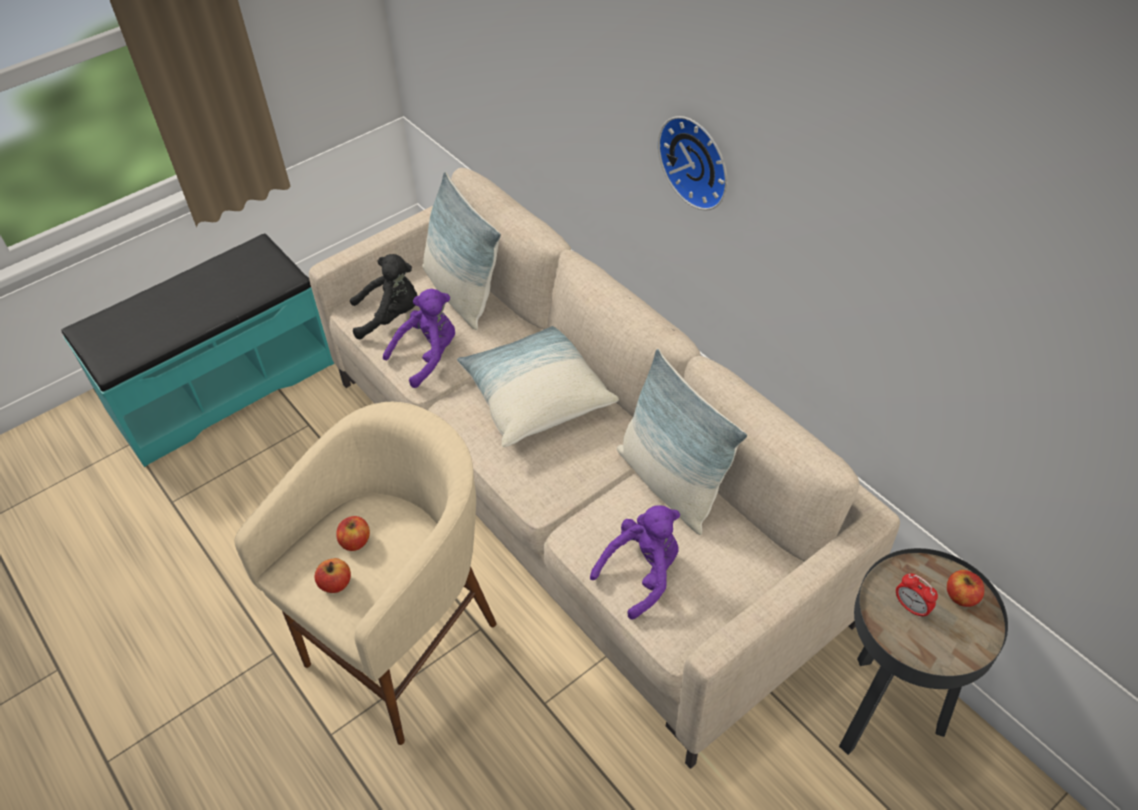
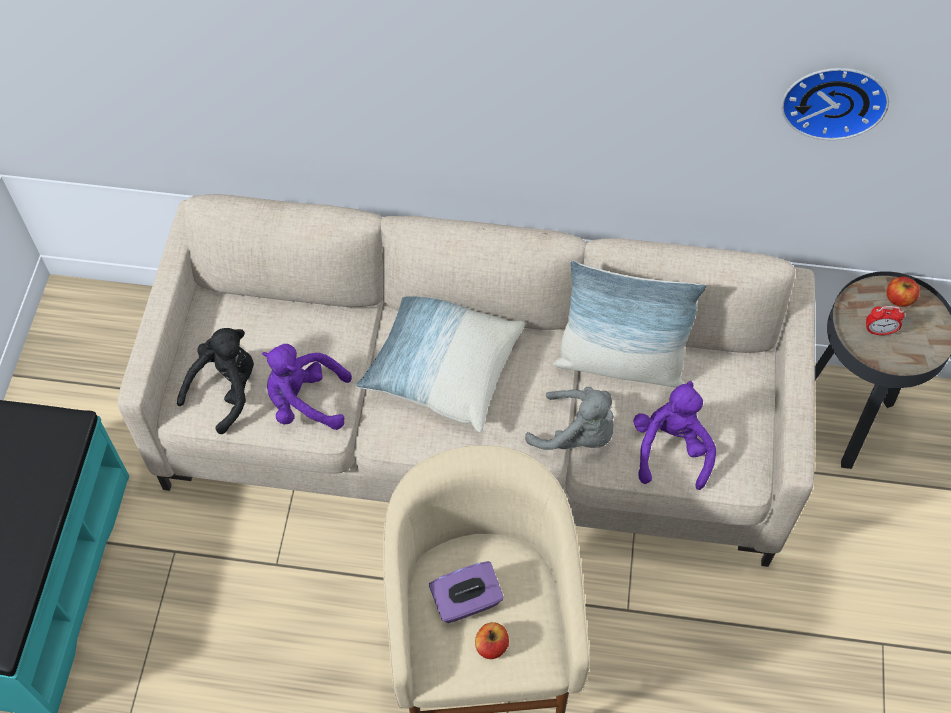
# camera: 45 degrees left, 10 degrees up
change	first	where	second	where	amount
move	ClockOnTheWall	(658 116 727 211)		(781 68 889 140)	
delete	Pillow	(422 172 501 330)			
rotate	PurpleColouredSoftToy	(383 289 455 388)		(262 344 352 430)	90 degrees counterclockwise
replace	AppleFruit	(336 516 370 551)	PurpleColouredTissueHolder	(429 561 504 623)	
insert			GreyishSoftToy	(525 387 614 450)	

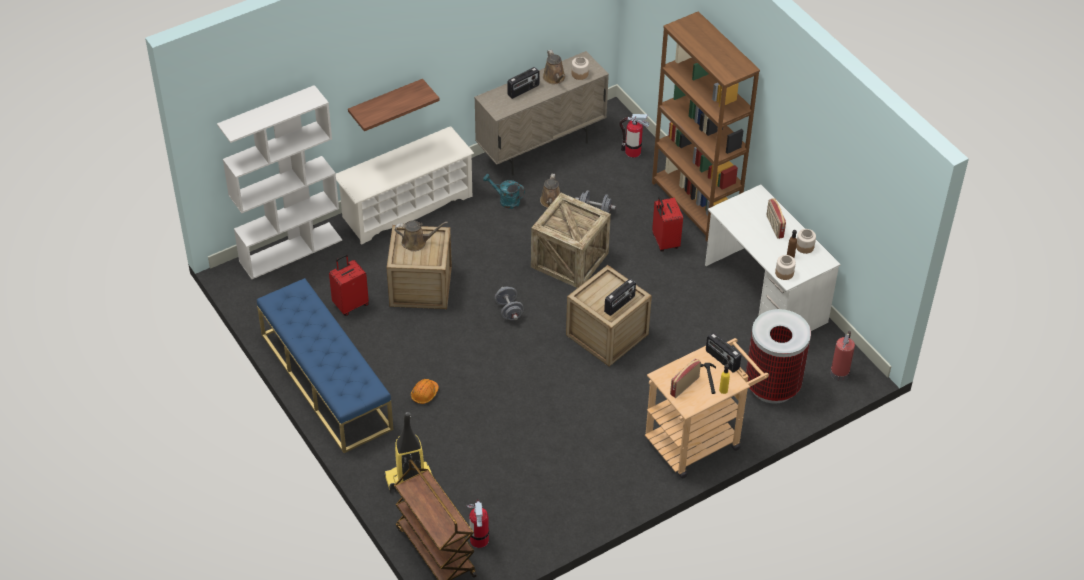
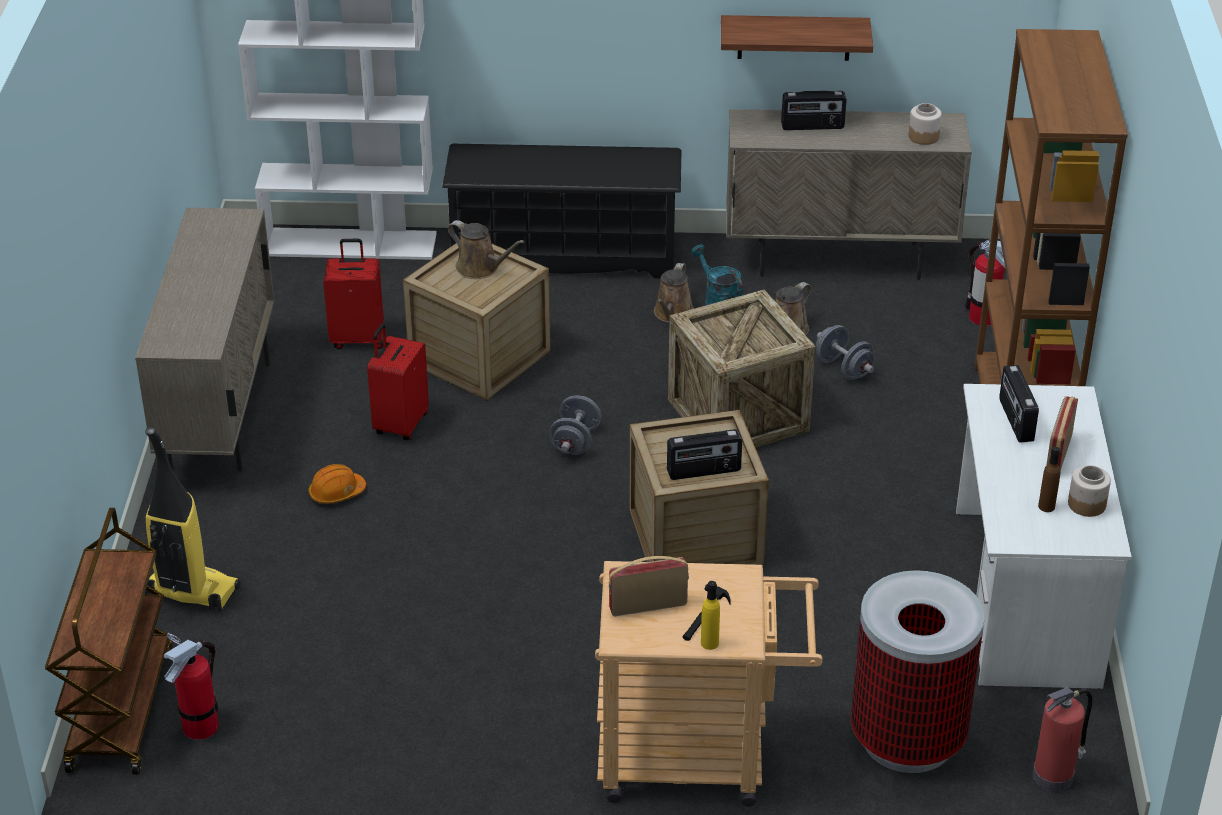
# camera: 35 degrees right, 10 degrees down
change	first	where	second	where	amount
move	BrownishSprinklingCan	(543 50 565 84)		(654 263 694 323)	
move	Shelf	(348 79 440 131)		(721 15 873 61)	
recolor	WhitishShoeShelf	(336 126 474 245)	BlackShoeShelf	(442 144 682 278)	
move	RedTravelCase	(652 197 683 252)		(367 324 429 440)	
delete	StorageJar	(775 255 796 280)			
replace	BlueColouredLongSeat	(257 278 393 453)	BeigeStorageCabinet	(135 208 274 472)	
move	RadioSet	(706 332 741 373)		(999 365 1039 443)	

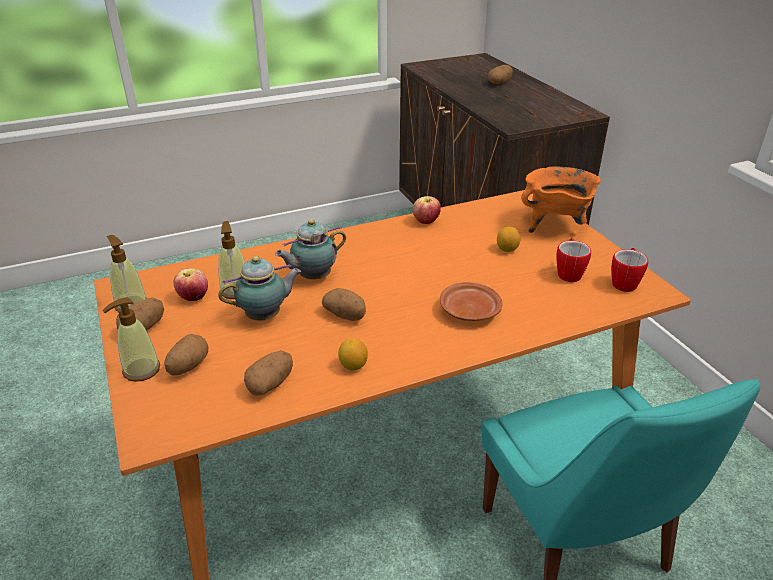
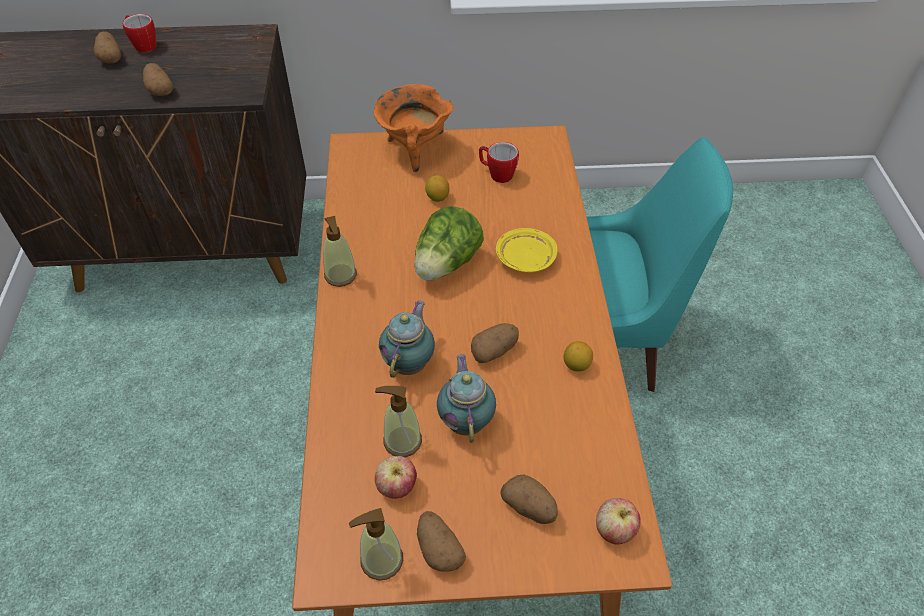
# camera: 70 degrees left, 15 degrees up
change	first	where	second	where	amount
move	AppleFruit	(413 196 441 224)		(596 498 641 545)	
rotate	TeaPot	(275 219 346 279)		(379 301 435 378)	150 degrees counterclockwise
move	CoffeeMug	(612 248 648 292)		(123 14 156 53)	
recolor	BrownishDinnerPlate	(440 282 503 321)	YellowishDinnerPlate	(496 228 558 273)	
move	LiquidSoapBottle	(102 297 160 382)		(323 216 357 287)	
move	WholePotato	(244 350 293 396)		(143 63 173 96)	
insert			Lettuce	(414 206 484 281)	

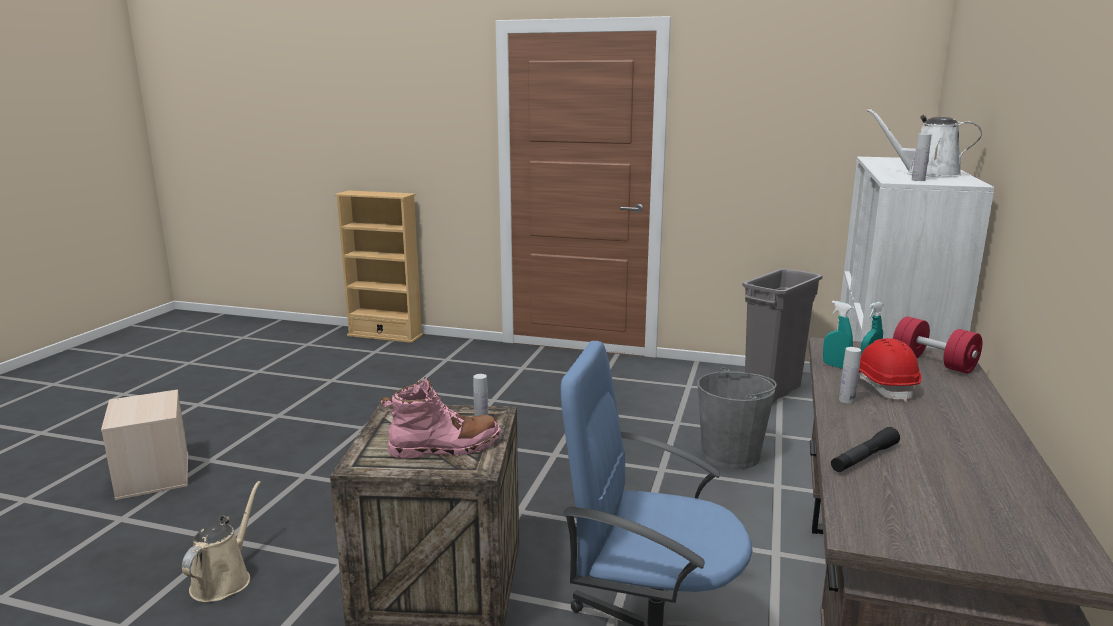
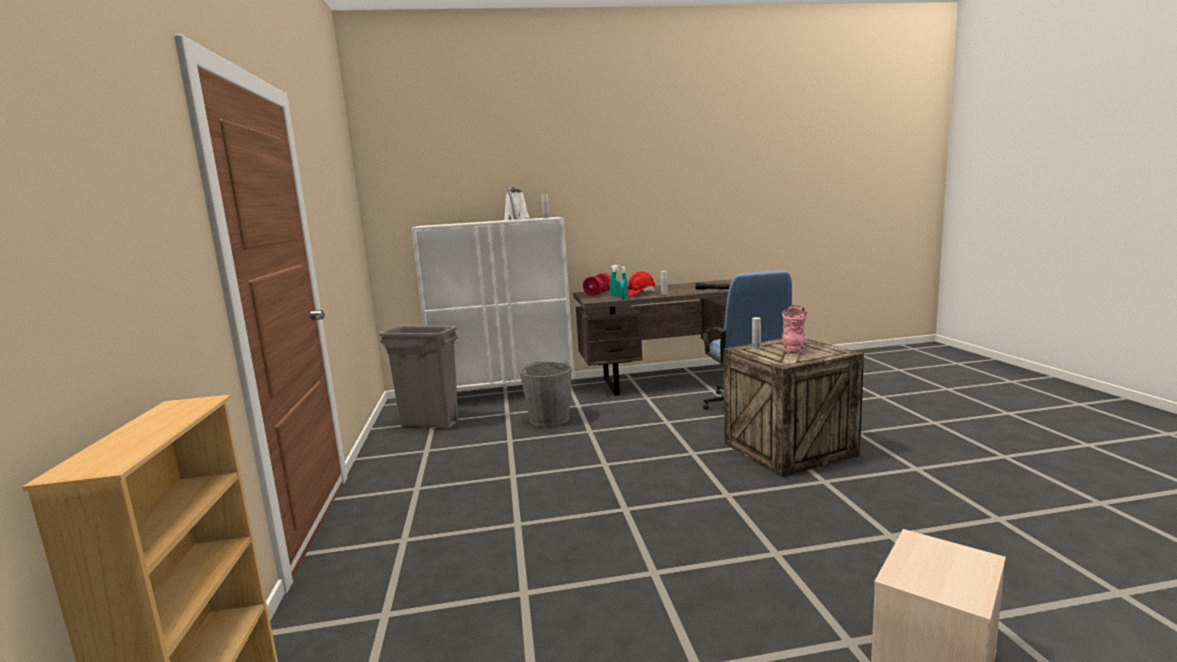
# camera: 115 degrees left, 5 degrees down
change	first	where	second	where	amount
rotate	PinkishHighTopBoot	(381 377 501 459)		(782 306 807 353)	60 degrees clockwise
delete	BeigeSprinklingCan	(182 481 261 602)			

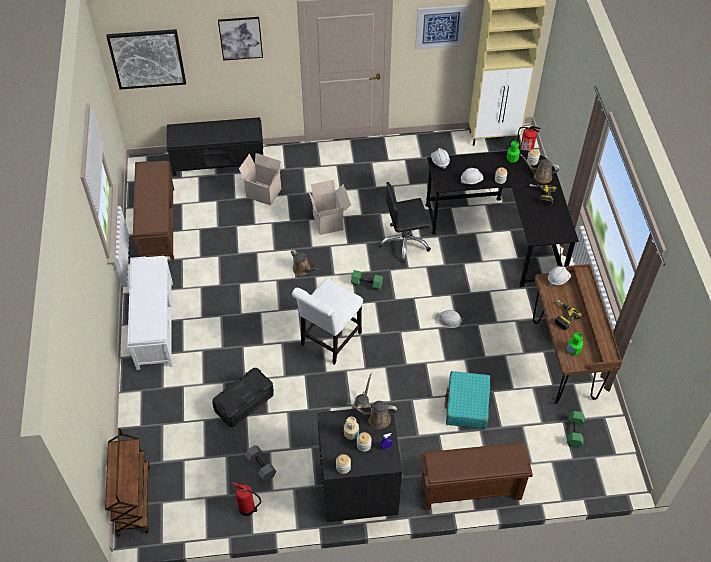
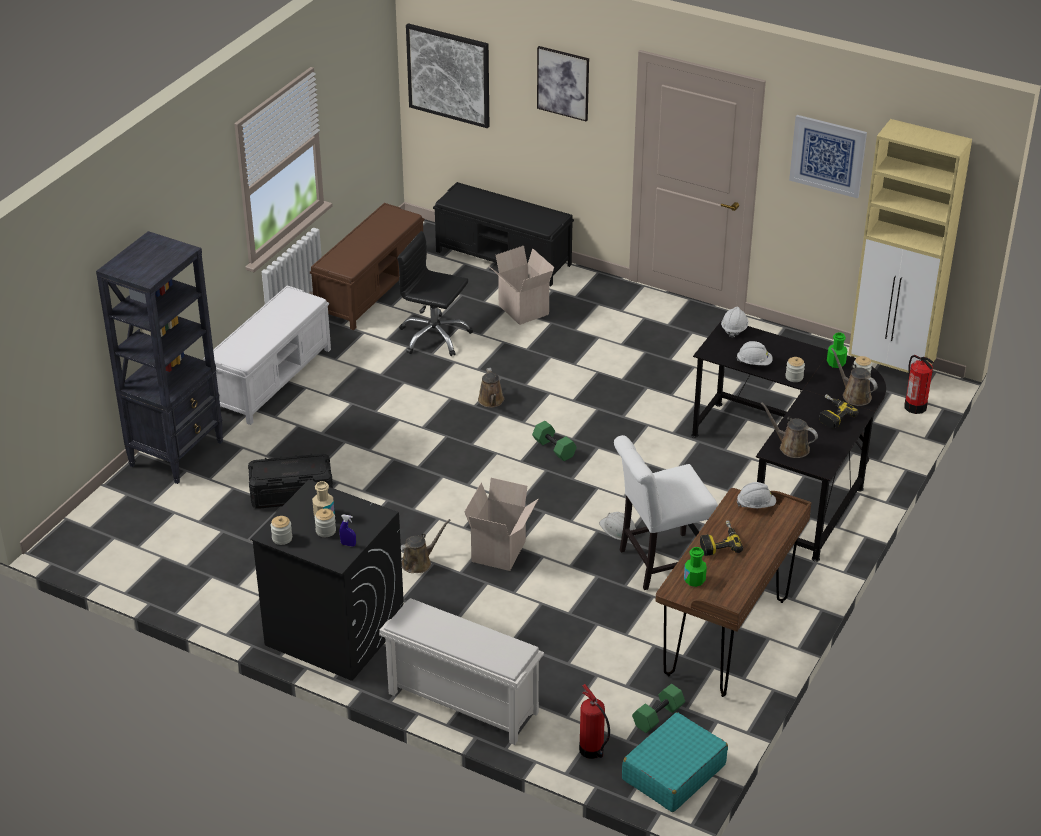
# camera: 35 degrees right, 15 degrees down
change	first	where	second	where	amount
move	Carton	(308 180 351 235)		(464 478 538 571)	
move	BlackDeskChair	(379 182 431 263)		(397 231 473 356)	
move	WhitishPlainChair	(292 278 363 365)		(614 435 718 590)	
move	BlueGreenTravelCase	(445 371 490 429)		(622 712 728 812)	
move	BrownishSprinklingCan	(347 401 397 429)		(761 402 818 458)	
delete	BrownishCart	(105 428 150 537)			
recolor	BrownishShoeShelf	(420 442 533 510)	WhitishShoeShelf	(379 598 544 745)	
delete	GreyishDumbbell	(245 445 276 481)			
move	FireFightingCylinder	(232 482 261 516)		(579 684 610 759)	
insert			BlackBookshelf	(96 231 223 484)	

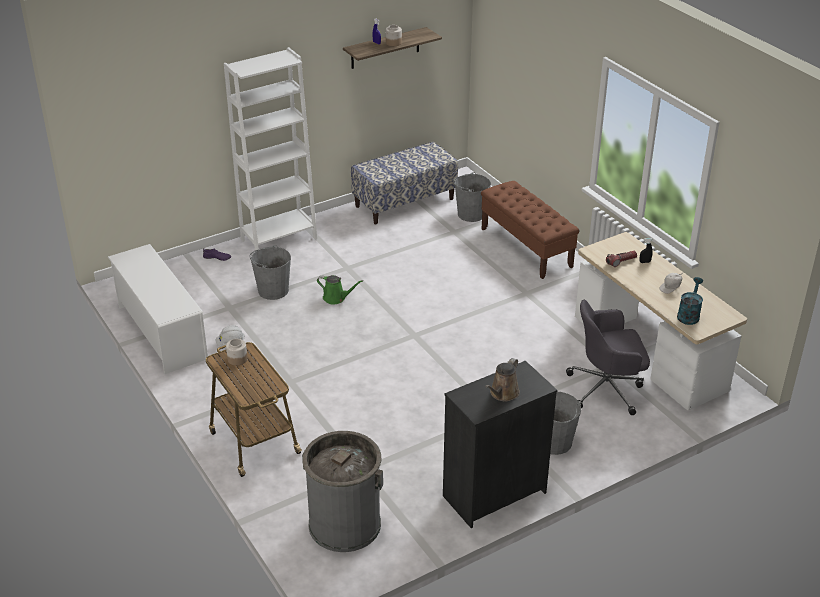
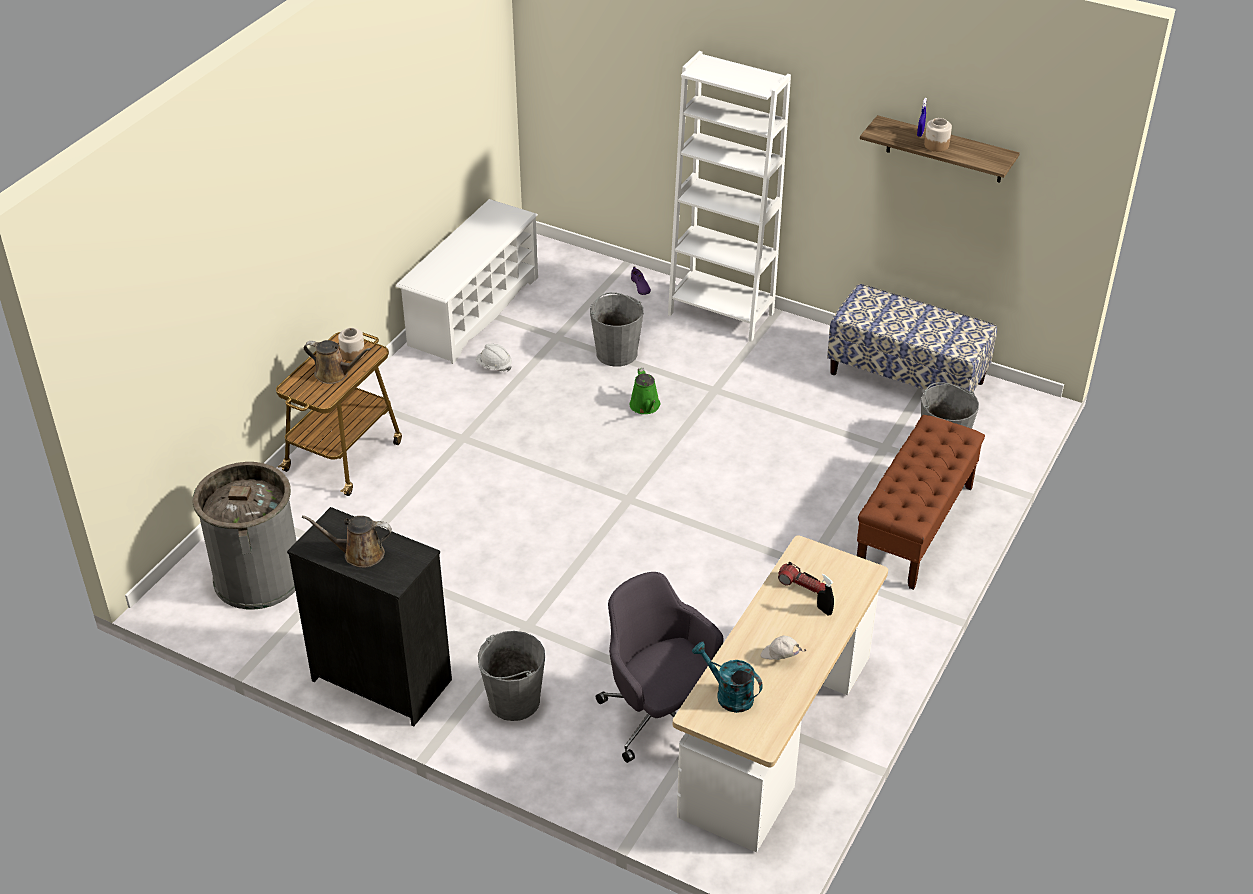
# camera: 60 degrees right, 5 degrees up
change	first	where	second	where	amount
rotate	BlueGreenSprinklingCan	(677 277 703 325)		(692 642 763 713)	135 degrees counterclockwise
insert			BrownishSprinklingCan	(304 340 371 384)	

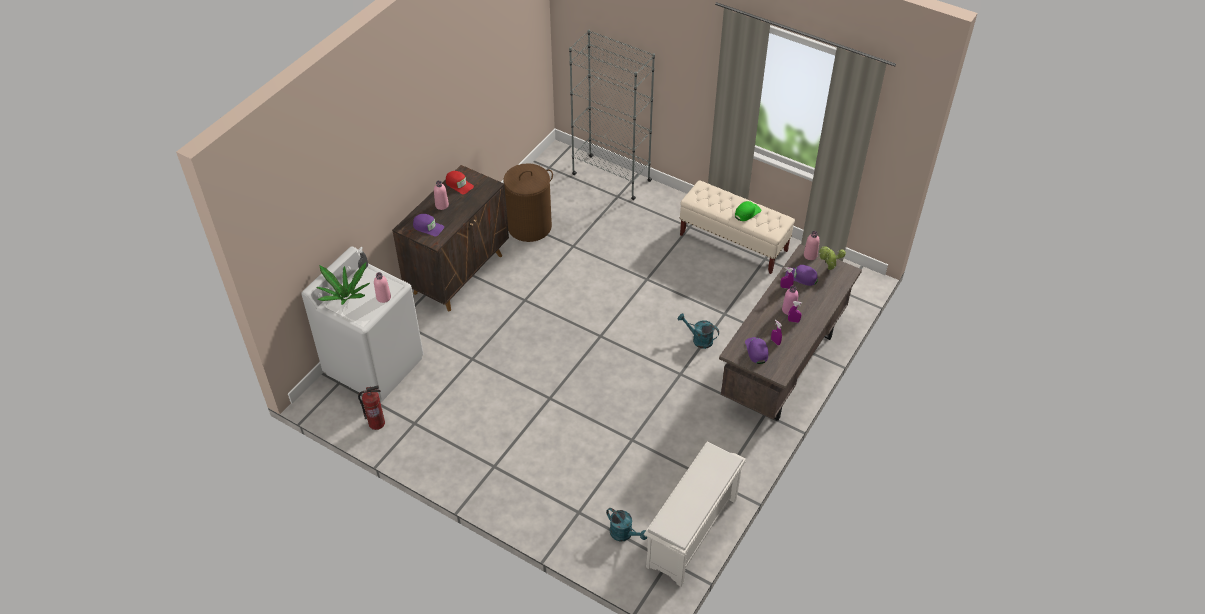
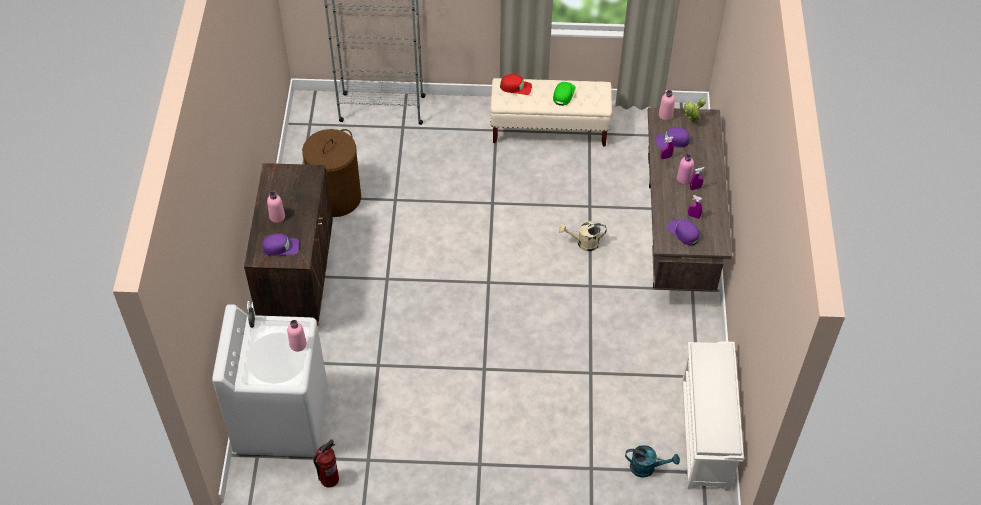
# camera: 30 degrees left, 5 degrees up
change	first	where	second	where	amount
move	RedBaseballCap	(446 171 474 194)		(500 74 532 95)	
delete	PottedPlant	(316 262 370 305)			
recolor	BlueGreenSprinklingCan	(678 313 719 349)	BeigeSprinklingCan	(559 221 607 251)	

